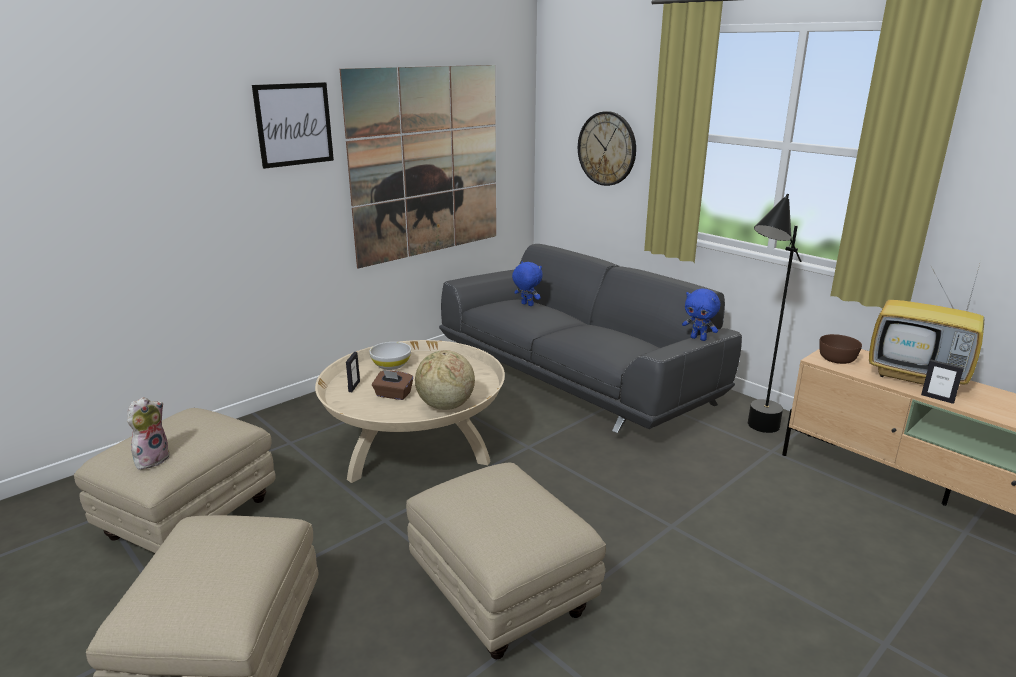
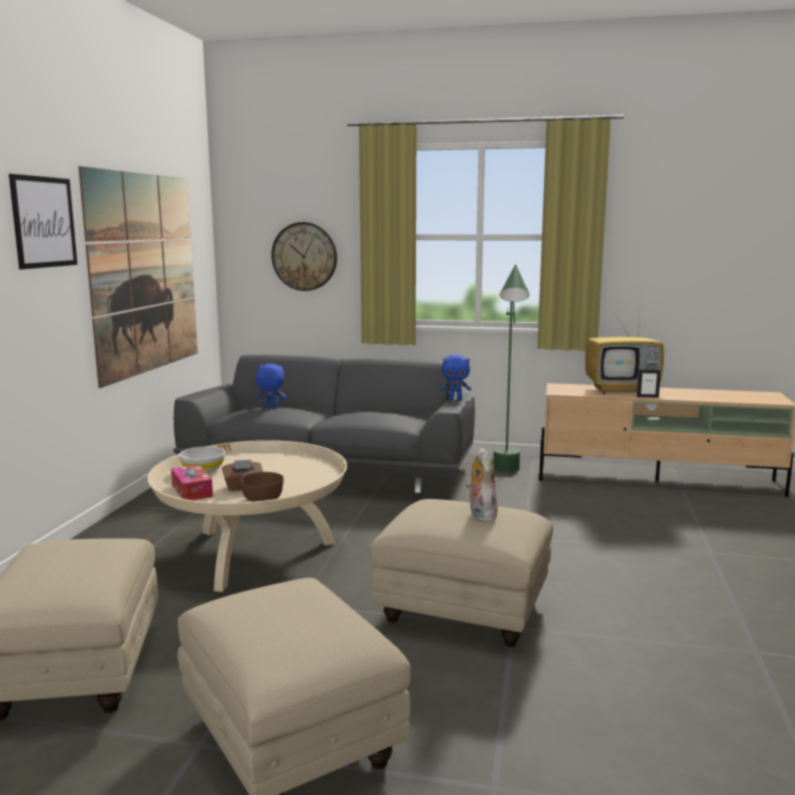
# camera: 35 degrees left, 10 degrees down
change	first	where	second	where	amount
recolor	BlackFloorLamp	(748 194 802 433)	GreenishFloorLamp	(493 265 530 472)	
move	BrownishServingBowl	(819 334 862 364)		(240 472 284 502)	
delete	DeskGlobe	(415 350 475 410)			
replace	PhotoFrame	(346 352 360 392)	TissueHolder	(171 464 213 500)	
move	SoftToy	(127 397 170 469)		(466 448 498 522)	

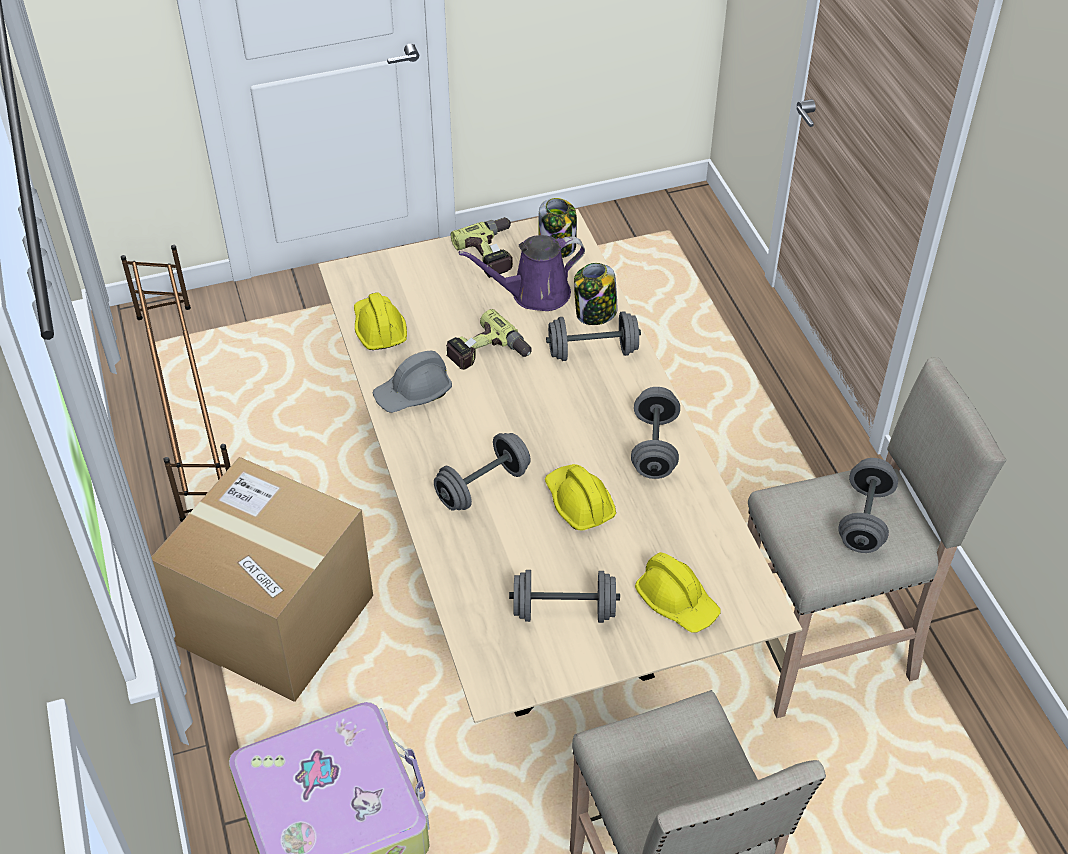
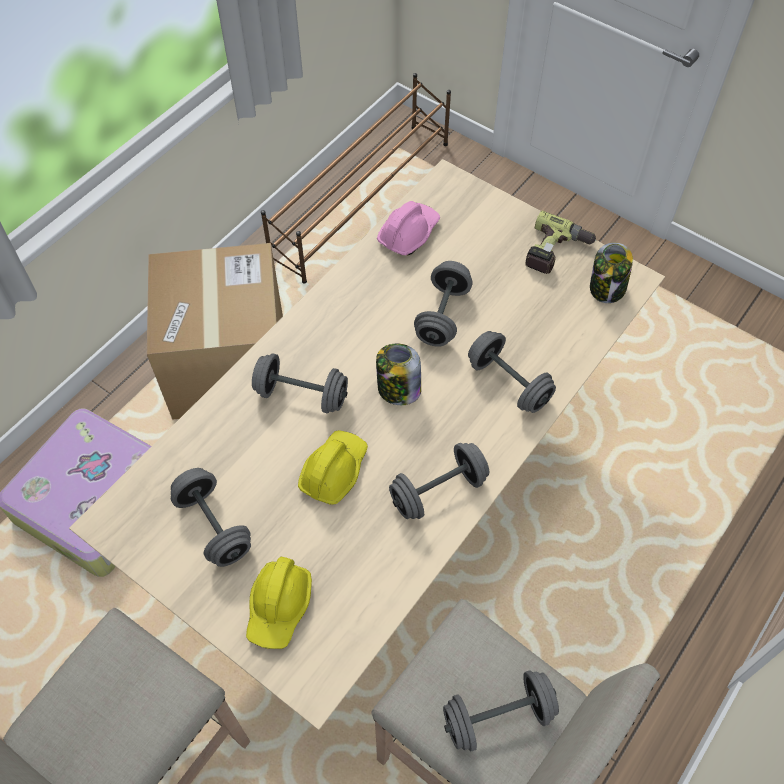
# camera: 55 degrees right, 10 degrees up
change	first	where	second	where	amount
delete	PurpleColouredSprinklingCan	(459 235 585 311)			
move	StorageJar	(574 263 618 325)		(376 343 421 405)	
recolor	YellowishWorkHelmet	(354 292 407 350)	PinkishWorkHelmet	(377 201 440 256)	
replace	Drill	(446 309 532 370)	GreyishDumbbell	(414 261 473 347)	
delete	GreyishWorkHelmet	(373 351 452 413)			

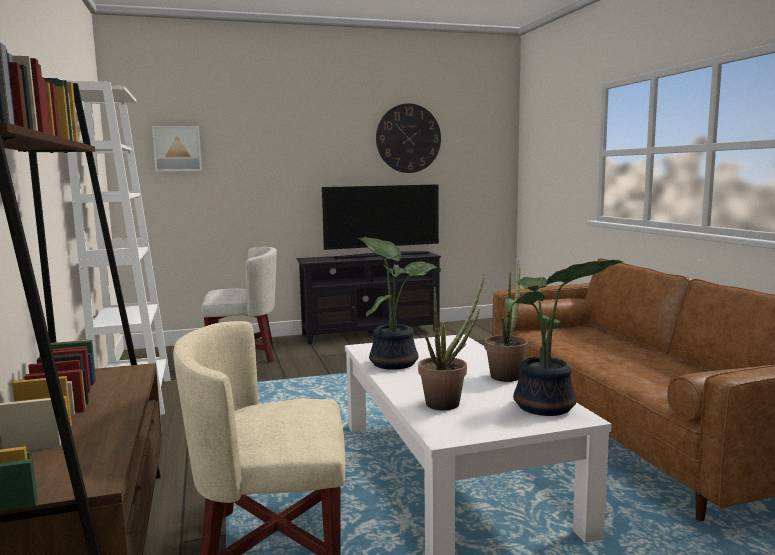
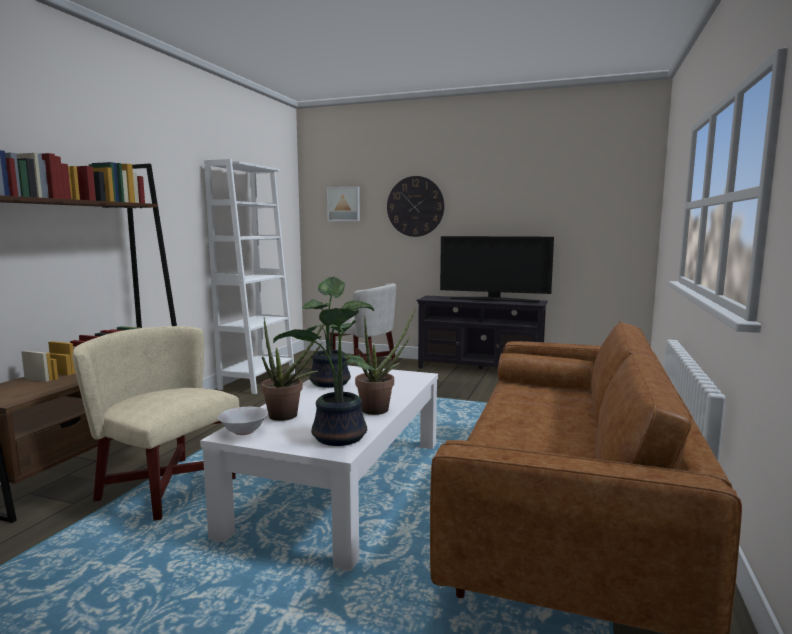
# camera: 35 degrees right, 0 degrees up
change	first	where	second	where	amount
move	ClockOnTheWall	(376 103 441 173)		(387 176 444 237)	
insert			WhitishServingBowl	(218 407 268 435)	

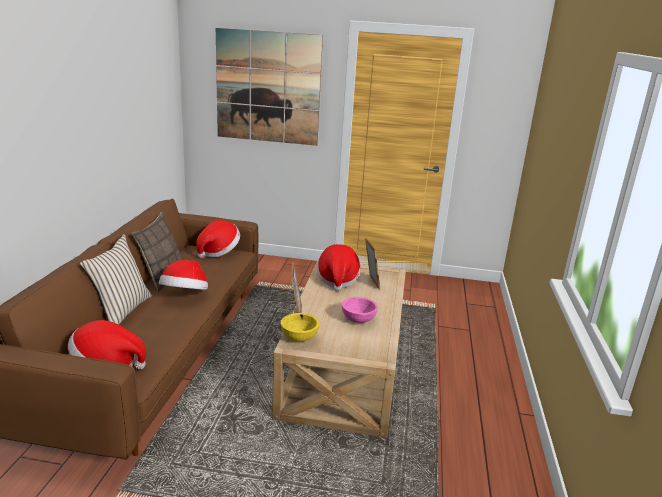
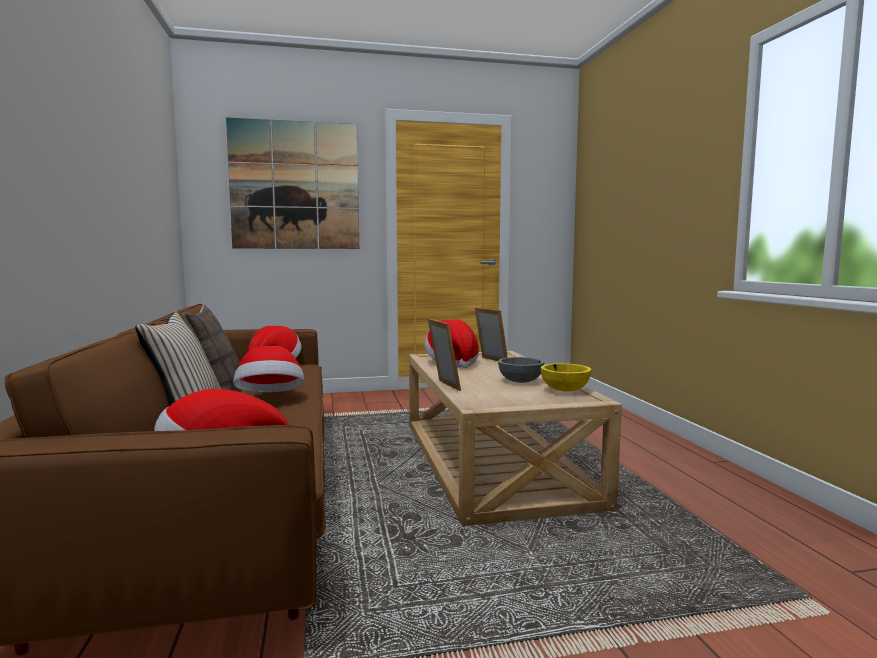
# camera: 20 degrees left, 15 degrees down
change	first	where	second	where	amount
recolor	PinkishServingBowl	(342 297 378 323)	GreyishServingBowl	(498 357 544 383)	
move	YellowishServingBowl	(281 313 319 342)		(541 363 591 391)	

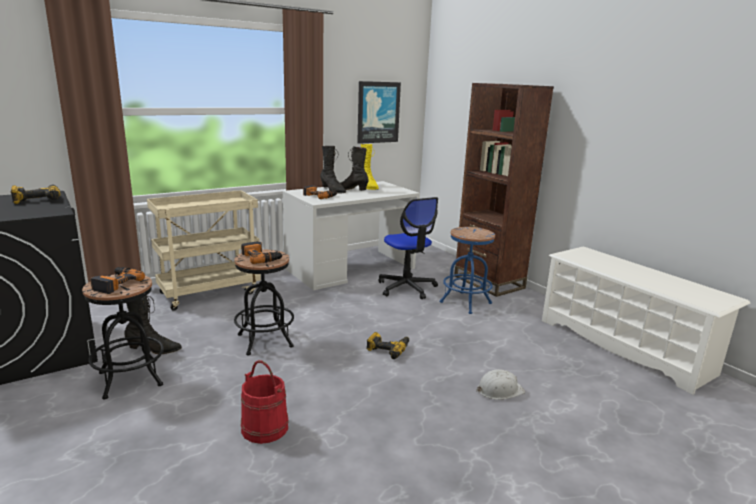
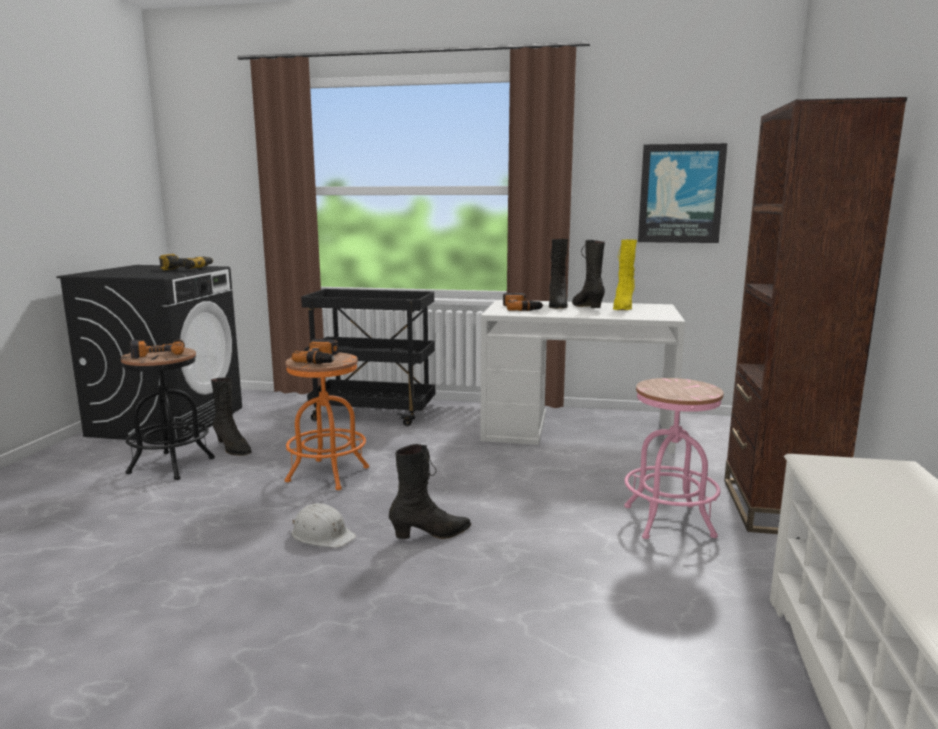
# camera: 45 degrees right, 5 degrees down
change	first	where	second	where	amount
recolor	BeigeCart	(147 190 261 311)	BlackCart	(301 289 435 426)	
delete	DeskChair	(379 197 438 299)			
recolor	BlueColouredSittingStool	(440 227 495 314)	PinkishSittingStool	(624 378 724 539)	
recolor	BlackSittingStool	(234 250 294 356)	OrangeySittingStool	(285 352 369 490)	
replace	Drill	(366 332 409 359)	BlackHighTopBoot	(389 444 471 539)	
delete	RedBucket	(241 360 289 444)			
move	WhitishWorkHelmet	(476 369 525 400)		(292 503 356 548)	

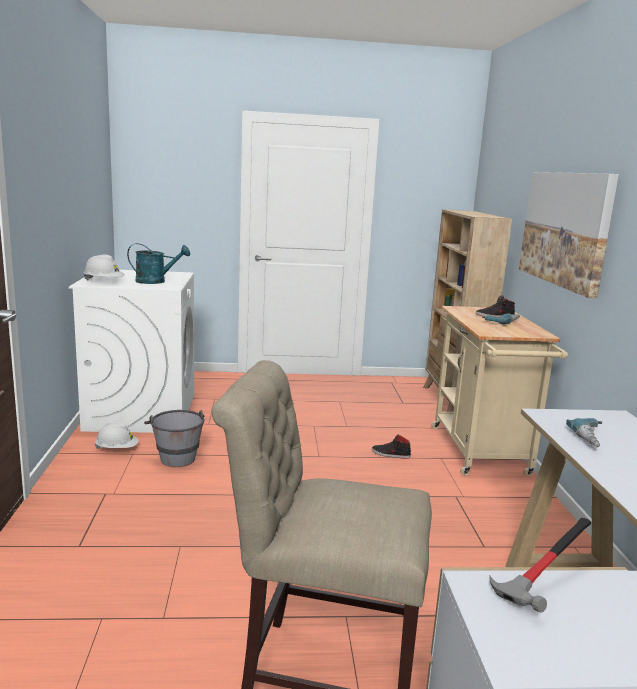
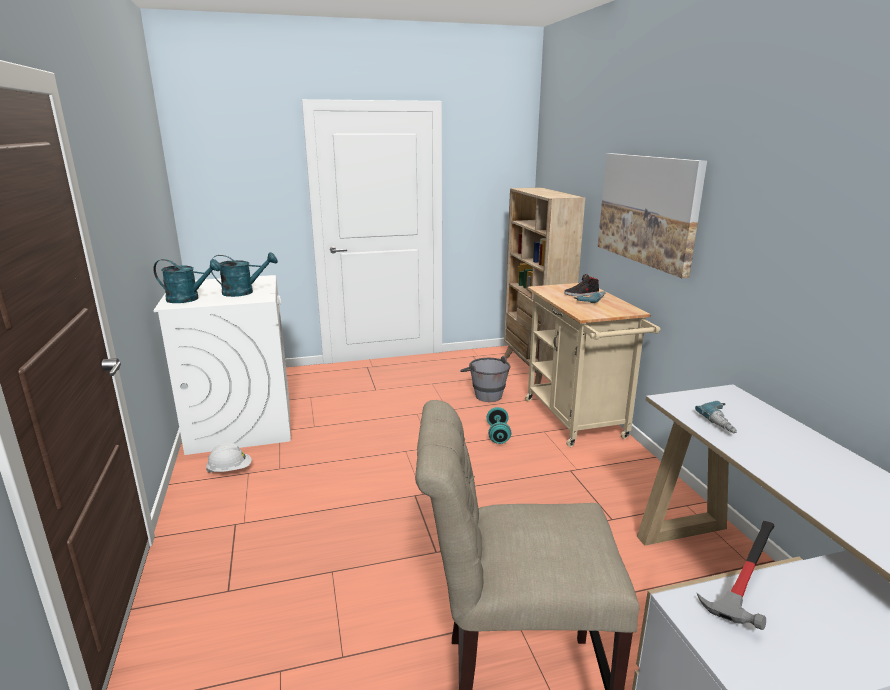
# camera: 10 degrees left, 5 degrees up
change	first	where	second	where	amount
replace	WhitishWorkHelmet	(84 254 125 280)	BlueGreenSprinklingCan	(153 259 221 303)	
move	GreyishBucket	(144 410 205 467)		(460 356 511 402)	
replace	BlackShoe	(372 434 411 459)	BlueGreenDumbbell	(487 407 511 444)	

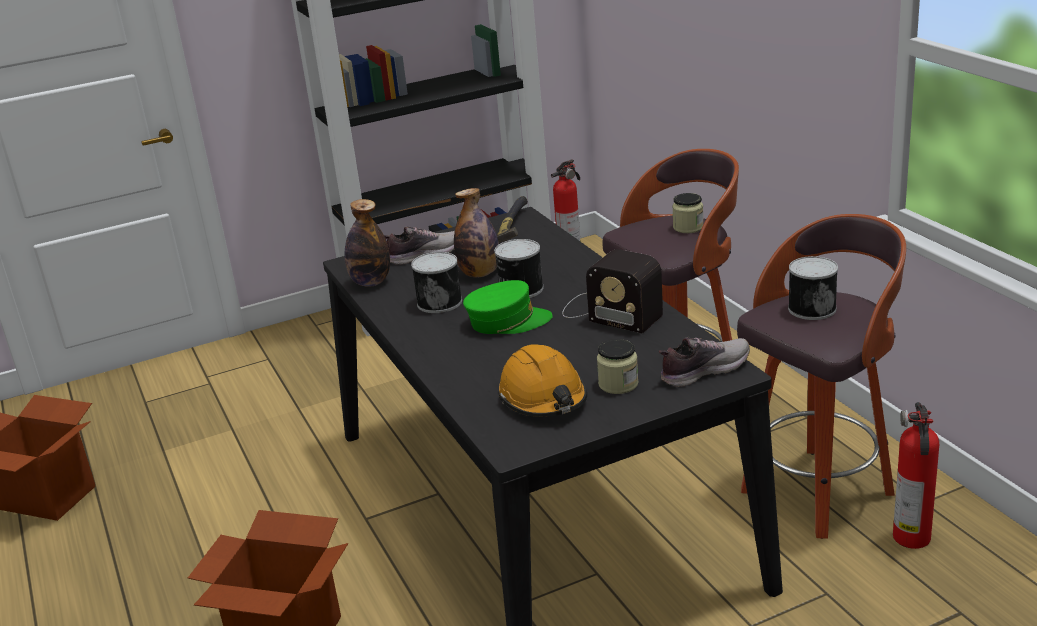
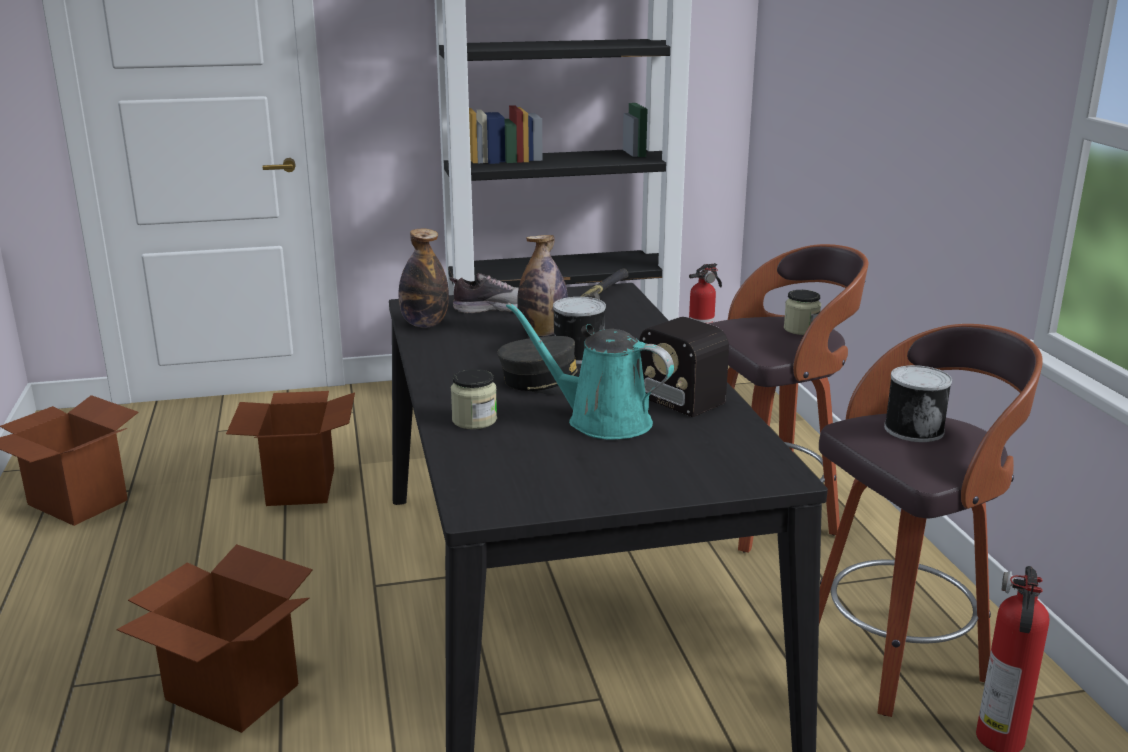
# camera: 10 degrees right, 5 degrees down
change	first	where	second	where	amount
delete	Can	(411 252 462 313)			
recolor	GreenishBaseballCap	(463 280 553 334)	GreyishBaseballCap	(497 336 580 395)	
delete	Shoe	(659 337 750 387)			
move	StorageJar	(597 339 639 394)		(451 369 497 429)	
delete	OrangeyWorkHelmet	(499 344 587 417)			
insert			BlueGreenSprinklingCan	(506 303 674 439)	
insert			Carton	(226 391 355 506)	

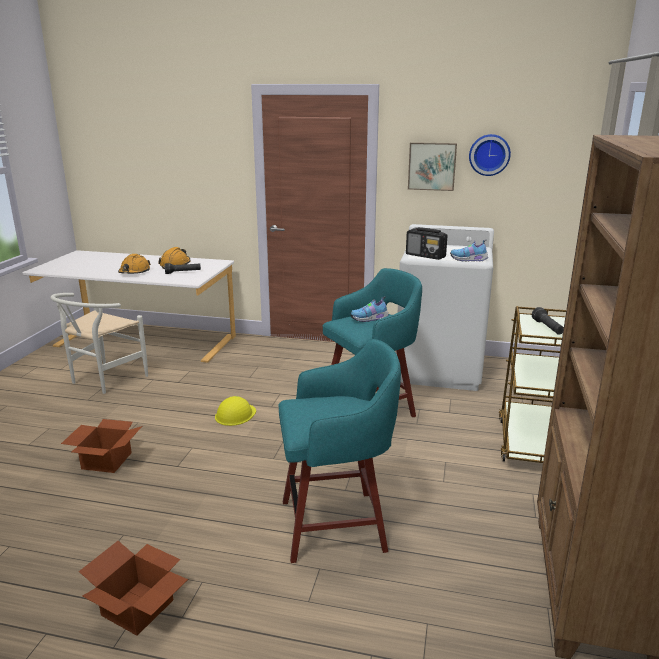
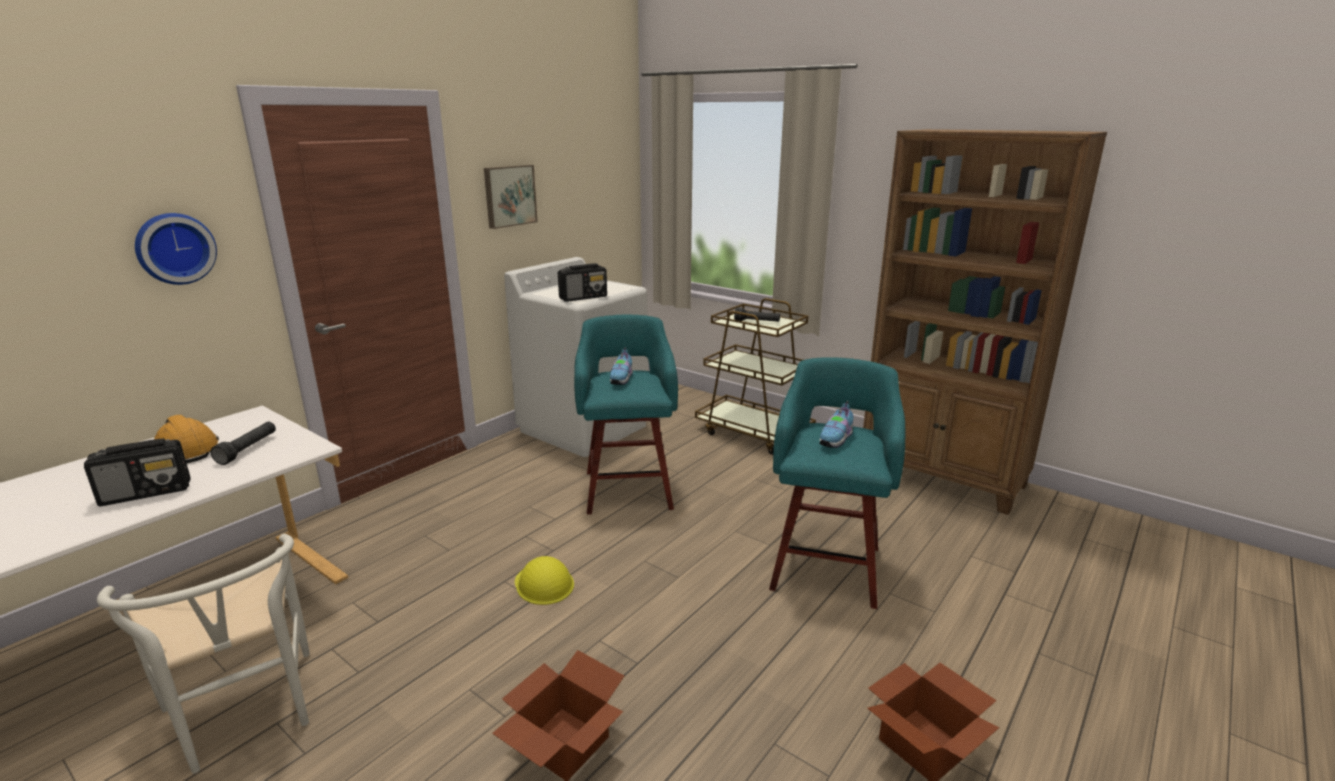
# camera: 65 degrees left, 0 degrees up
change	first	where	second	where	amount
move	ClockOnTheWall	(469 134 511 176)		(135 213 217 285)	
move	Shoe	(450 239 488 261)		(819 401 853 448)	
replace	OrangeyWorkHelmet	(118 254 151 274)	RadioSet	(84 438 191 506)	

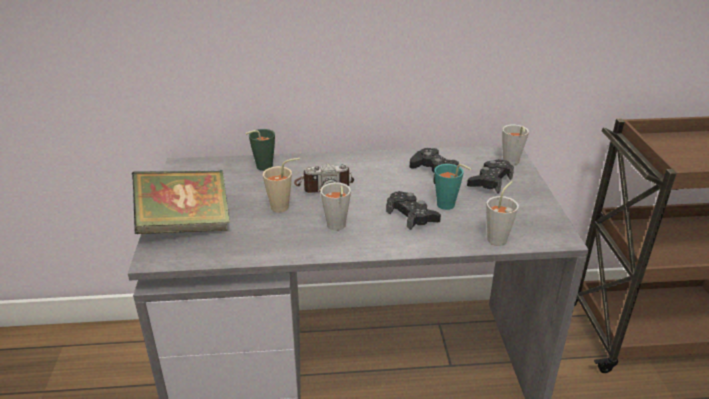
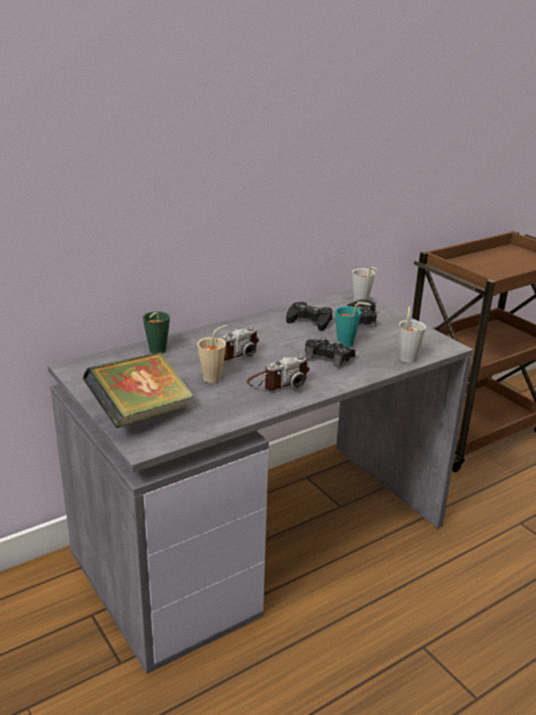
# camera: 30 degrees left, 5 degrees down
change	first	where	second	where	amount
replace	GreyishSmallCup	(321 182 351 231)	PhotoCamera	(247 355 310 390)	

